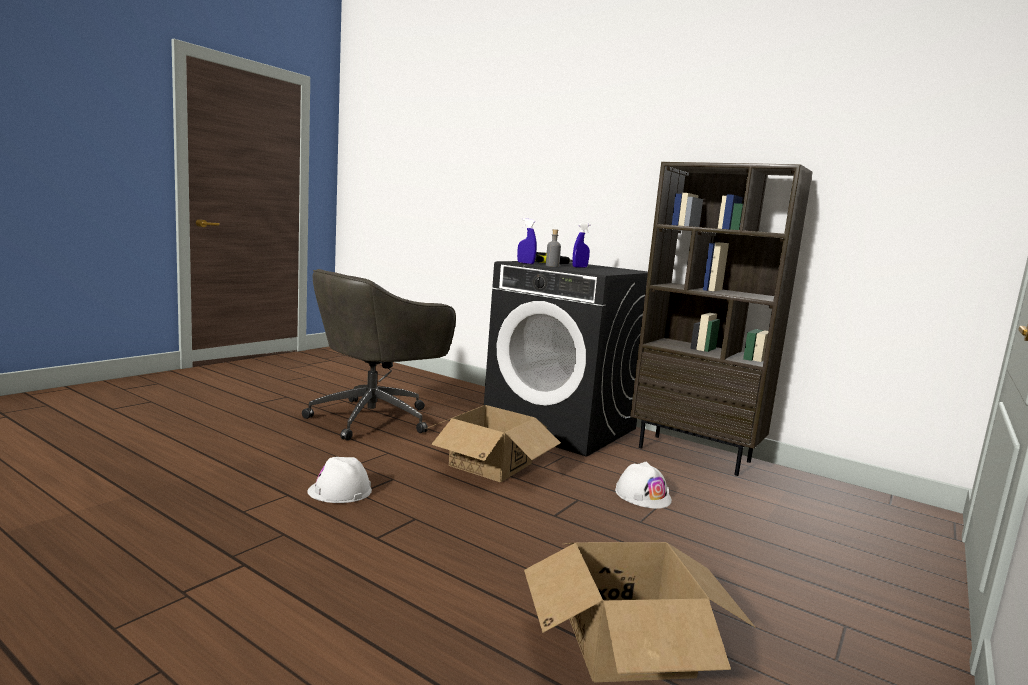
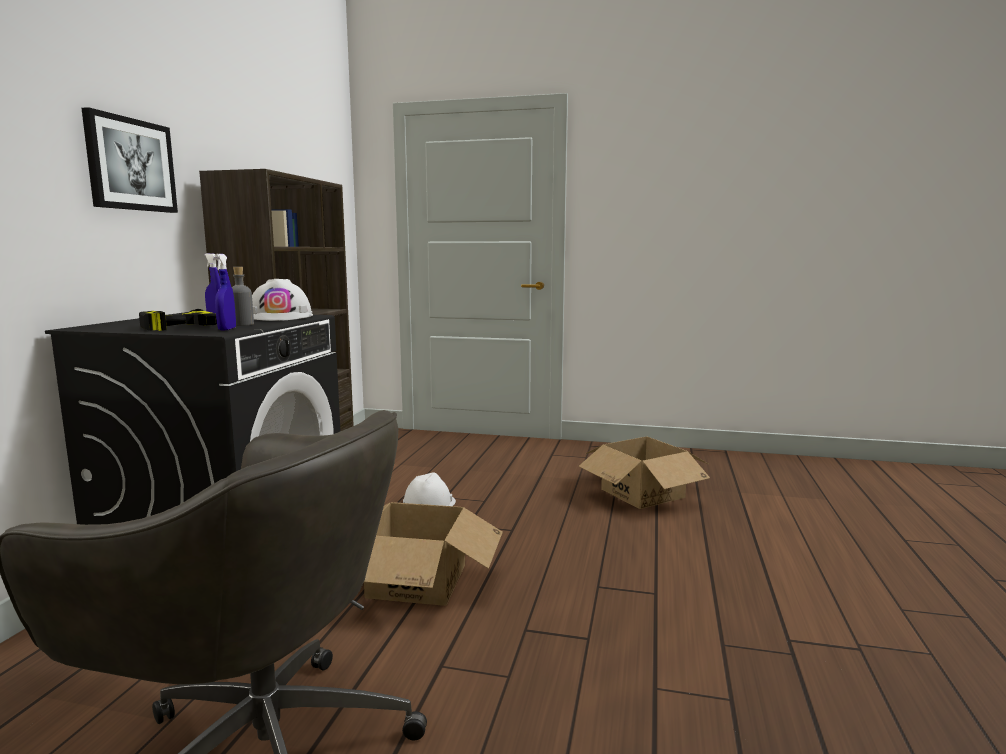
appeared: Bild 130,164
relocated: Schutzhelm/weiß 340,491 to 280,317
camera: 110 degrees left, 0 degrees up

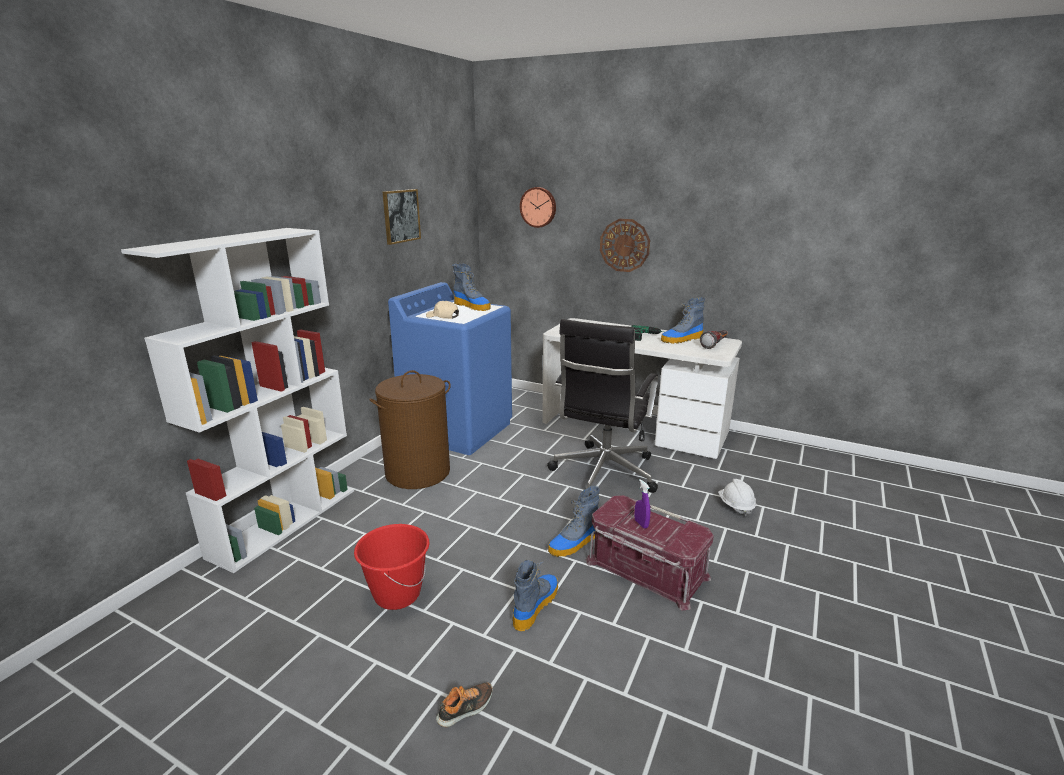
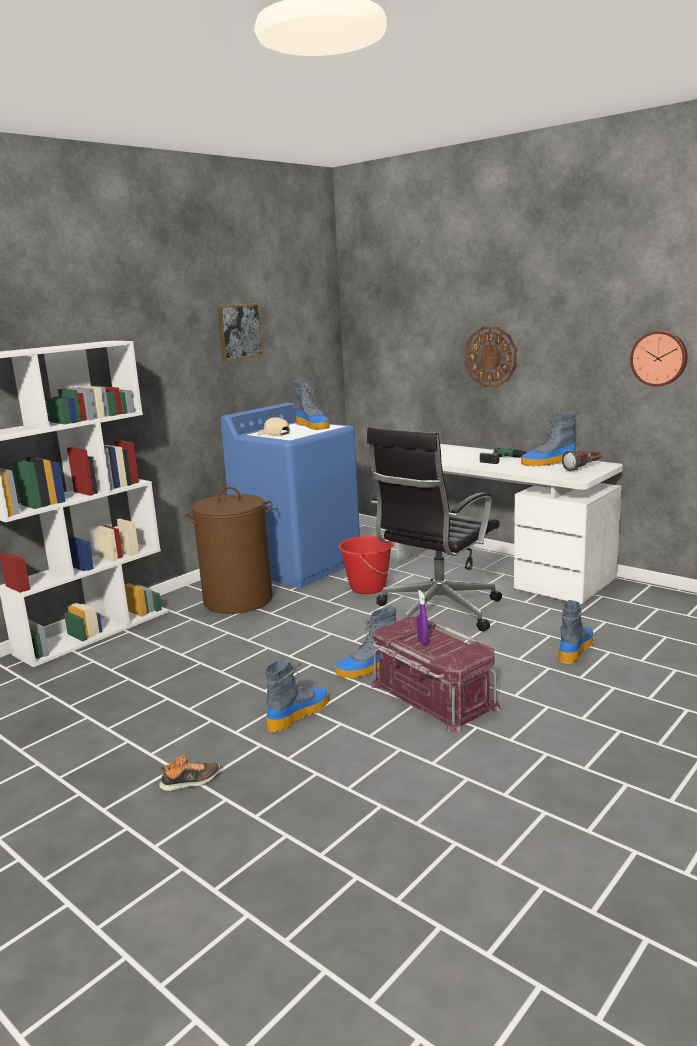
relocated: Eimer/rot 397,594 to 367,588; Wanduhr 538,207 to 659,358
exchanged: Schutzhelm/weiß 735,506 to Stiefel 575,649
camera: 15 degrees right, 5 degrees down

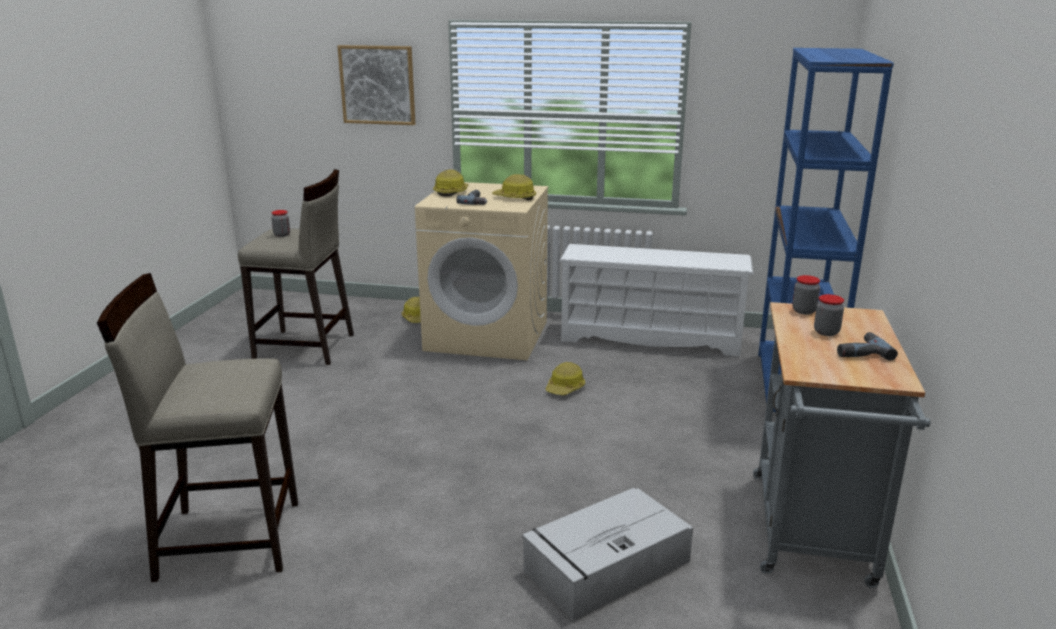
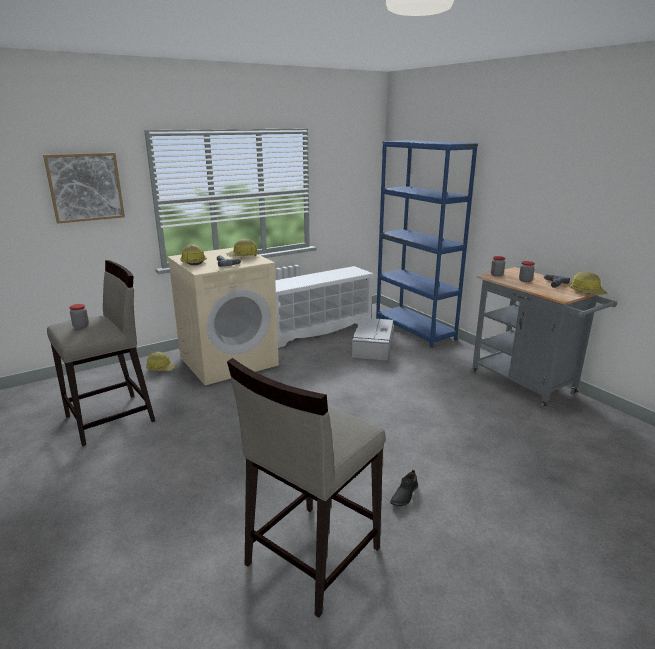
appeared: Schuh/schwarz 404,495
relocated: Aufbewahrungsbox/grau 605,567 to 373,346; Schutzhelm 565,388 to 587,292
camera: 45 degrees left, 0 degrees up

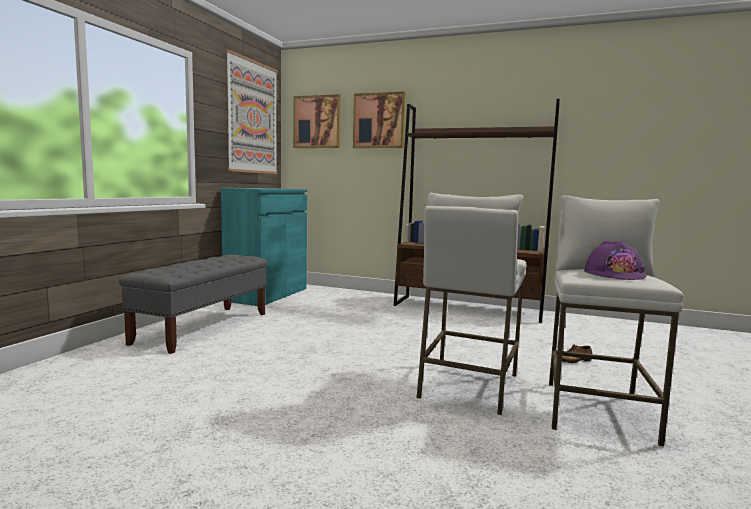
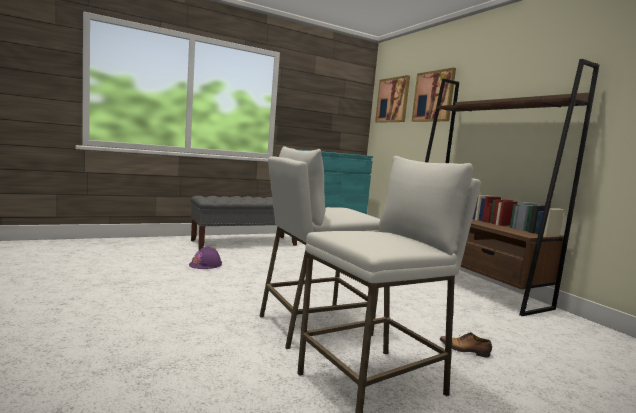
missing: Bild 252,117
relocated: Schutzhelm/lila 614,274 to 205,264
camera: 40 degrees right, 0 degrees up

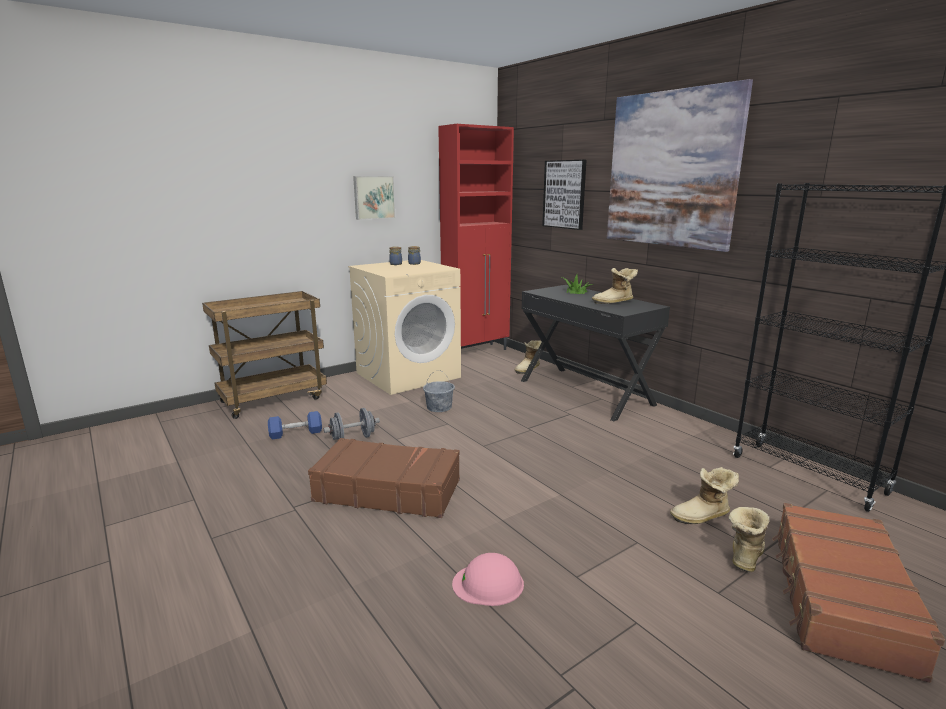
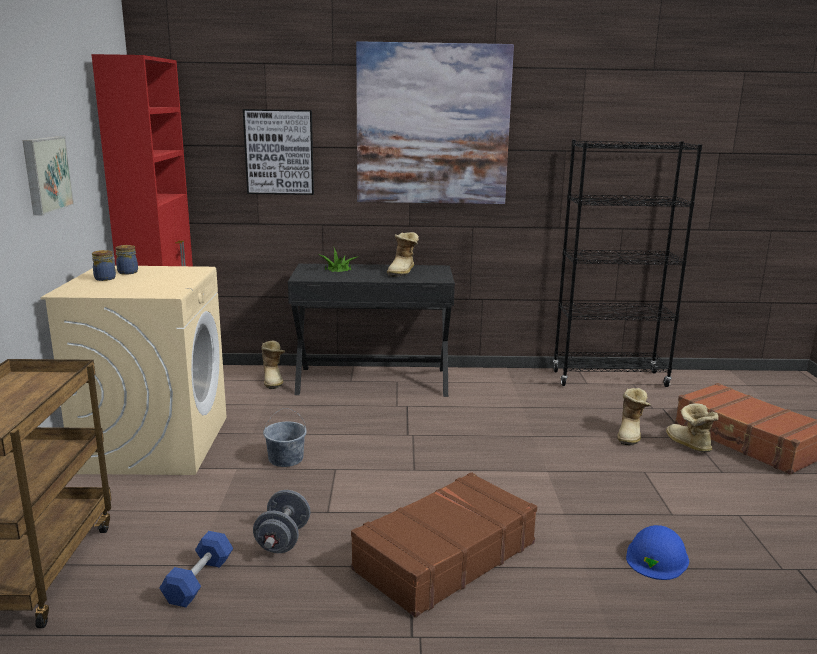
colour: Schutzhelm/rosa 488,584 to Schutzhelm/blau 657,557
camera: 55 degrees left, 0 degrees up

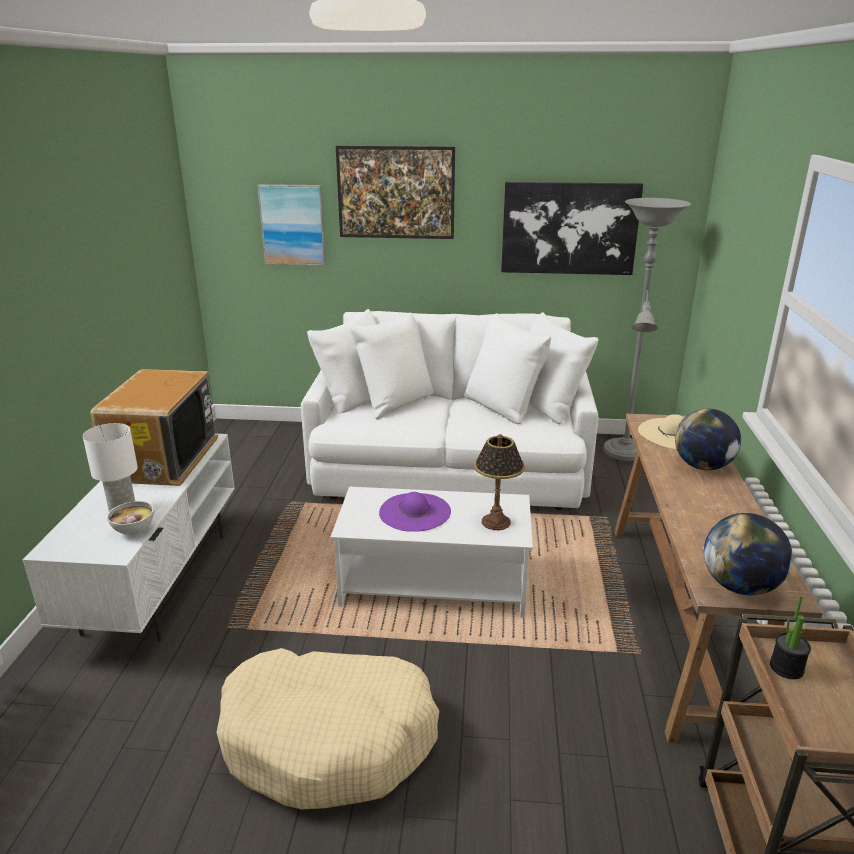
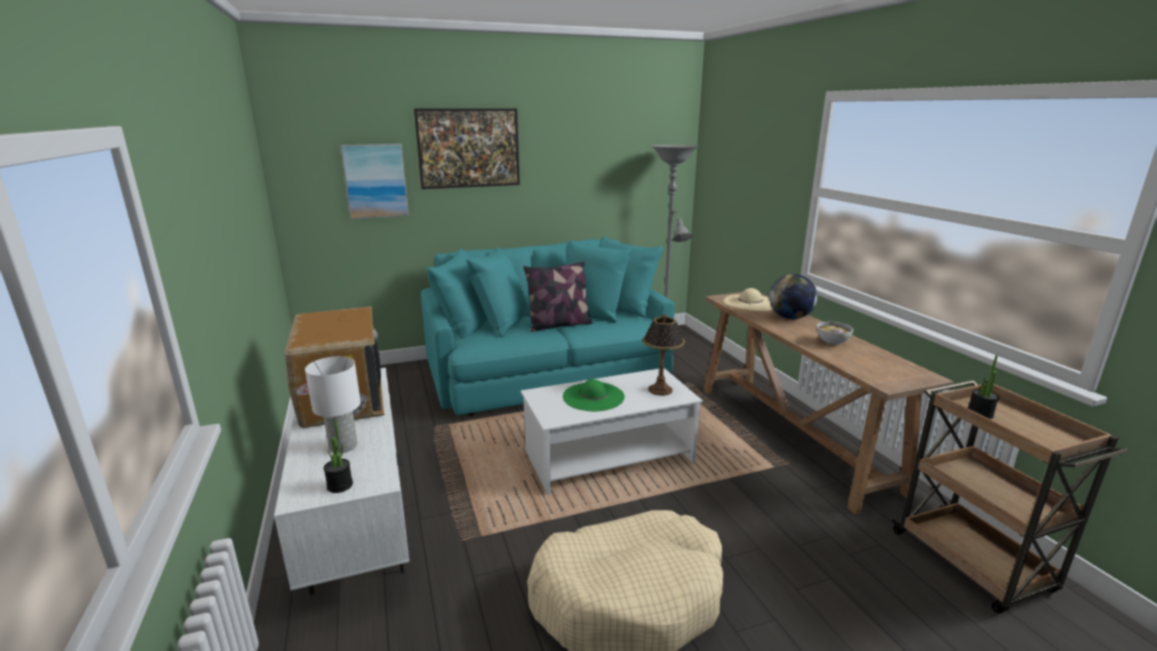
missing: Bild 569,228; Globus 740,586
appeared: Topfpflanze 340,485; Kissen 559,325
relocated: Schüssel 133,530 to 832,342
colour: Sofa/weiß 450,465 to Sofa/türkis 547,371; Hut/lila 415,512 to Hut/grün 593,396
camera: 25 degrees left, 5 degrees down

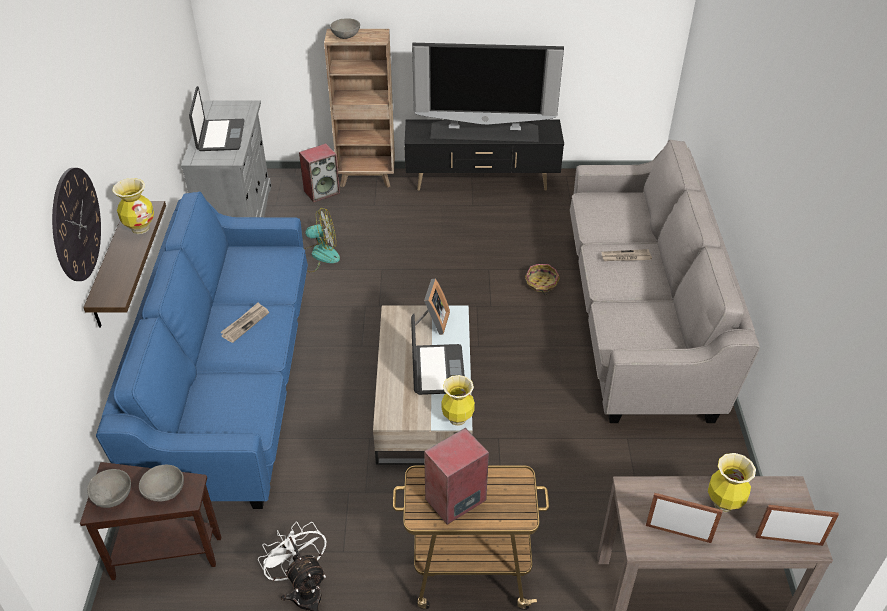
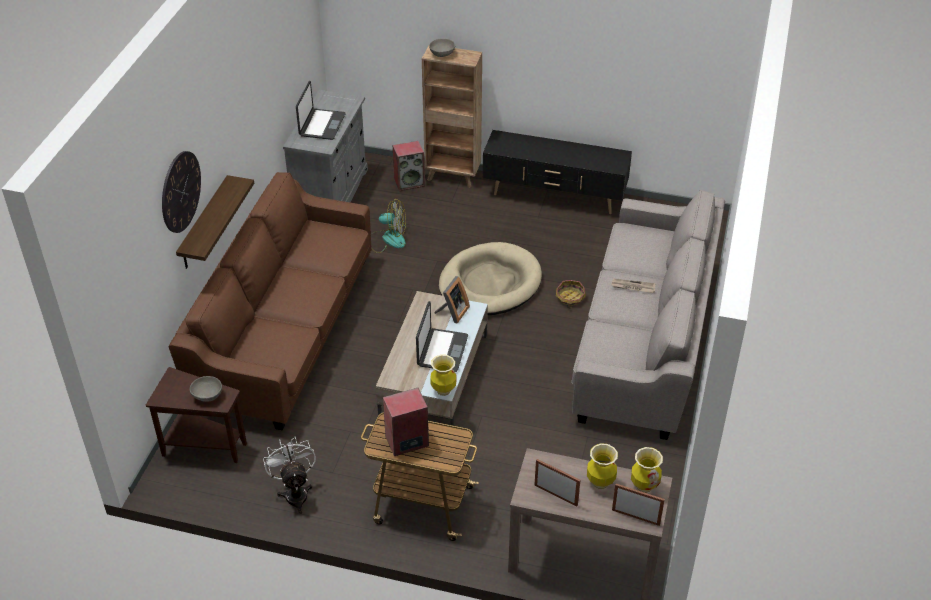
missing: Schüssel/grau 113,497; Zeitung 245,323; Fernseher 484,131
appeared: Hundebett/beige 489,283
relocated: Vase 140,228 to 644,486
colour: Sofa/blau 232,382 to Sofa/braun 287,331
camera: 15 degrees right, 0 degrees up

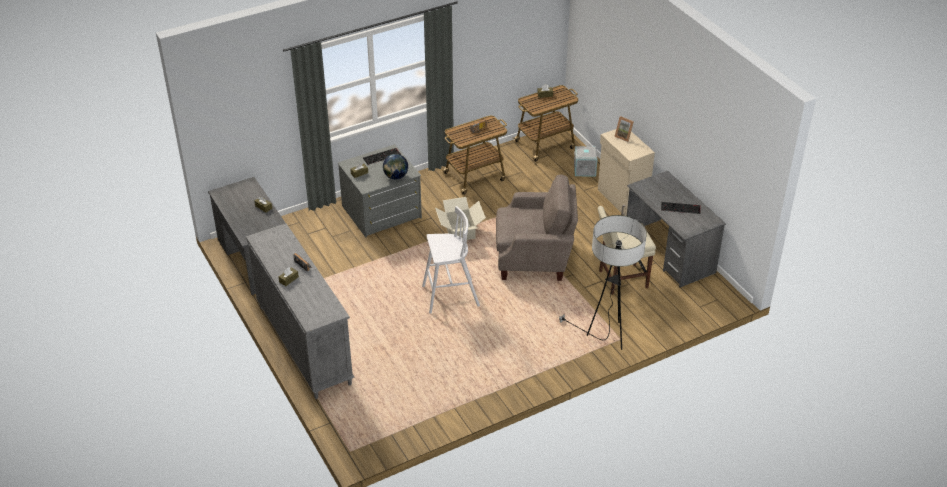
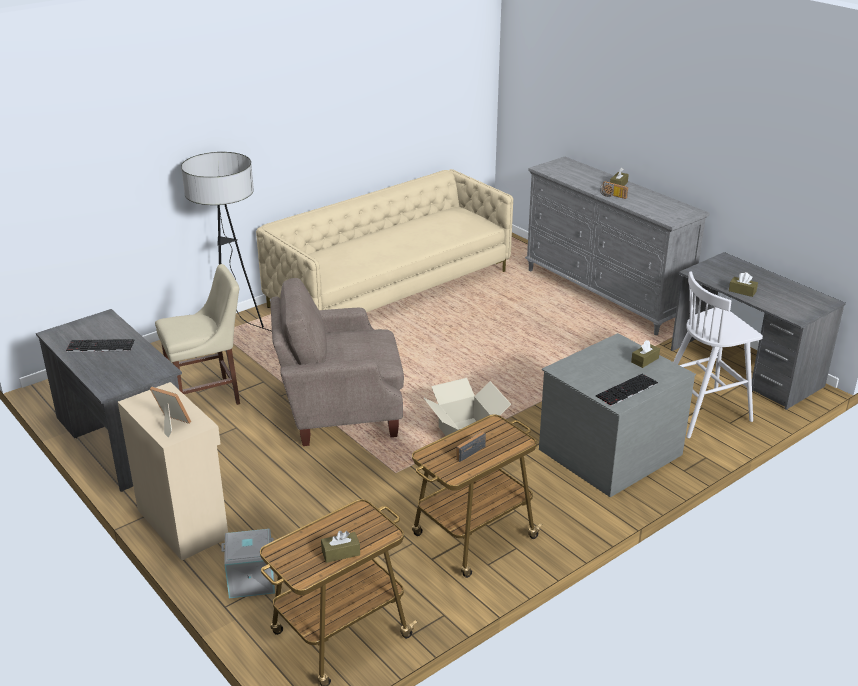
missing: Globus 396,177
appeared: Sofa/beige 390,288
relocated: Hocker/weiß 449,296 to 704,412
camera: 170 degrees right, 10 degrees down

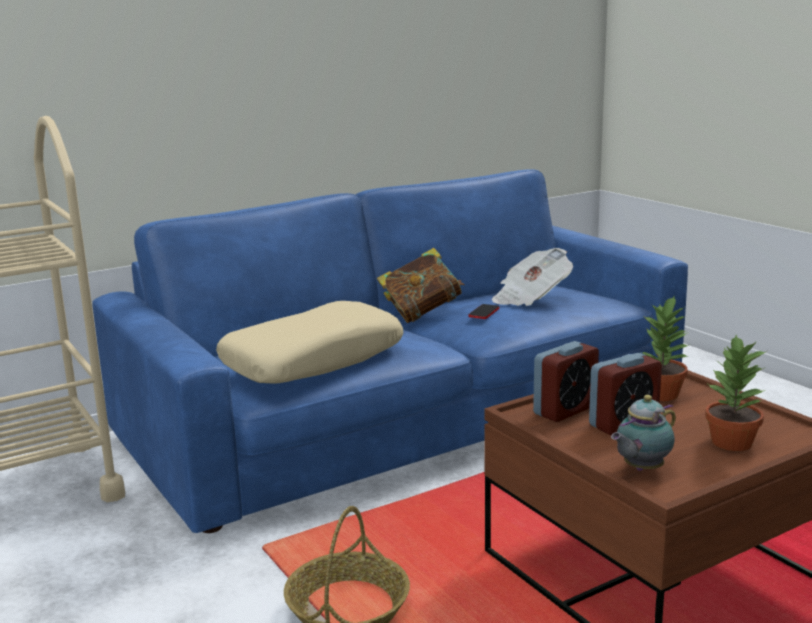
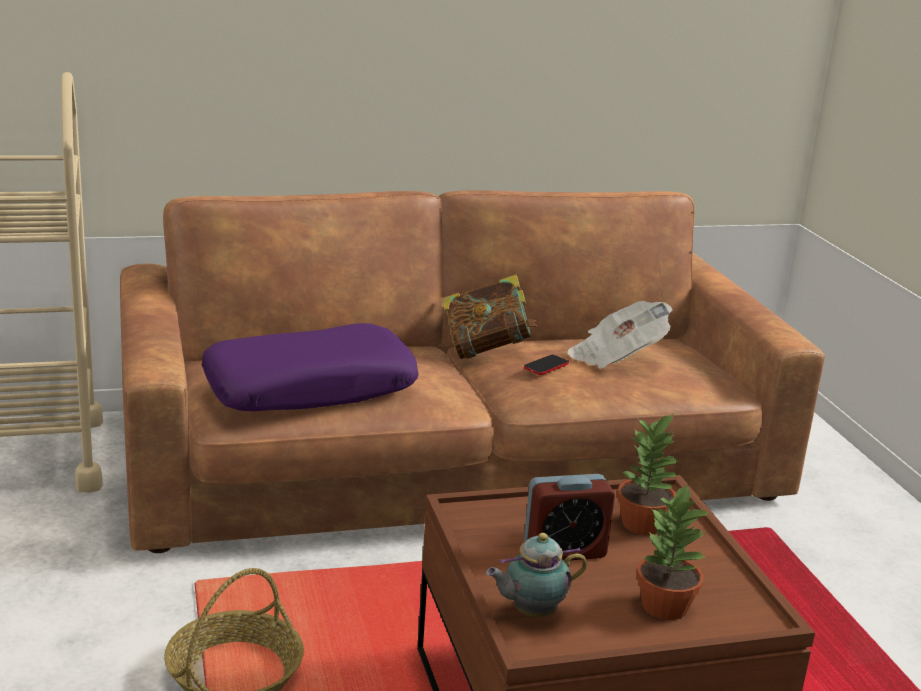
missing: Wecker 565,410
colour: Sofa/blau 408,412 to Sofa/braun 451,460; Kissen/beige 313,360 to Kissen/lila 310,388
camera: 15 degrees right, 5 degrees up

